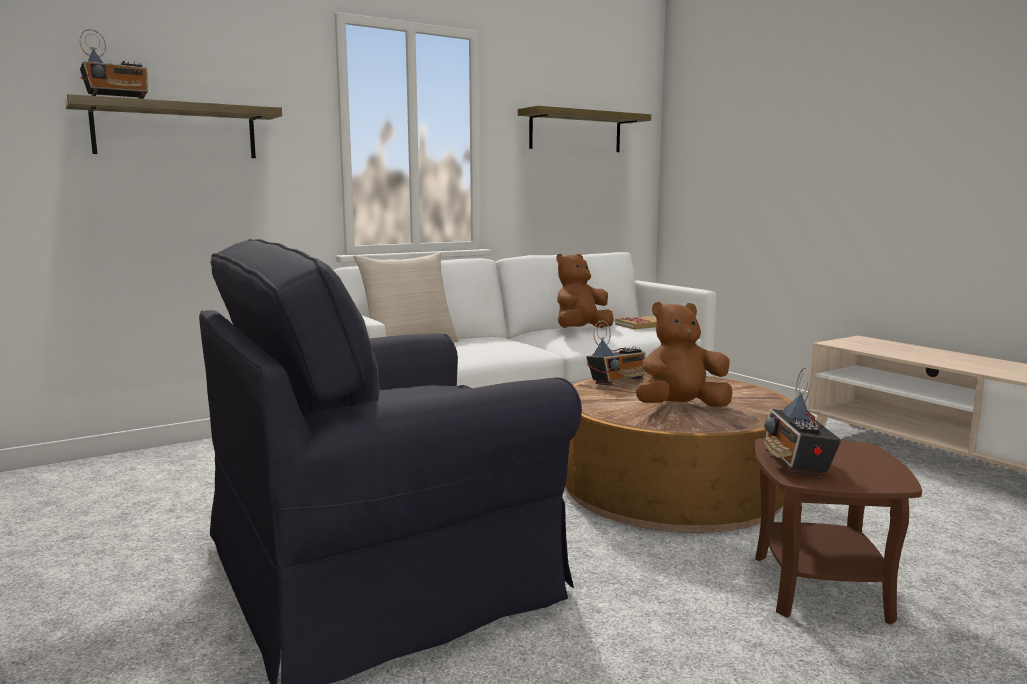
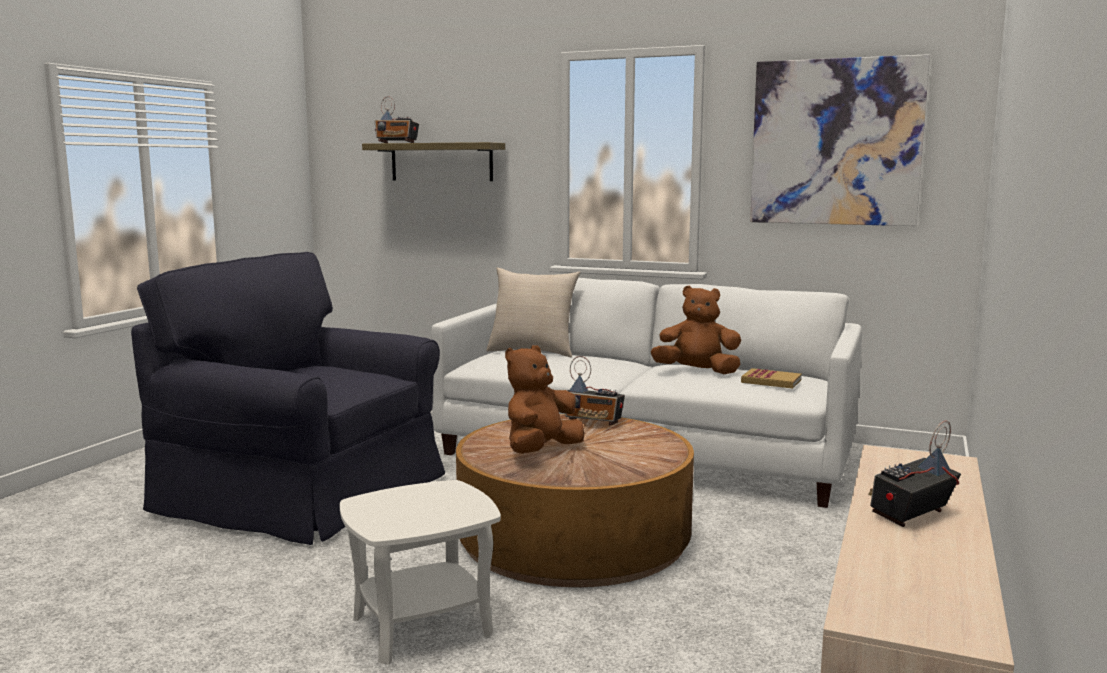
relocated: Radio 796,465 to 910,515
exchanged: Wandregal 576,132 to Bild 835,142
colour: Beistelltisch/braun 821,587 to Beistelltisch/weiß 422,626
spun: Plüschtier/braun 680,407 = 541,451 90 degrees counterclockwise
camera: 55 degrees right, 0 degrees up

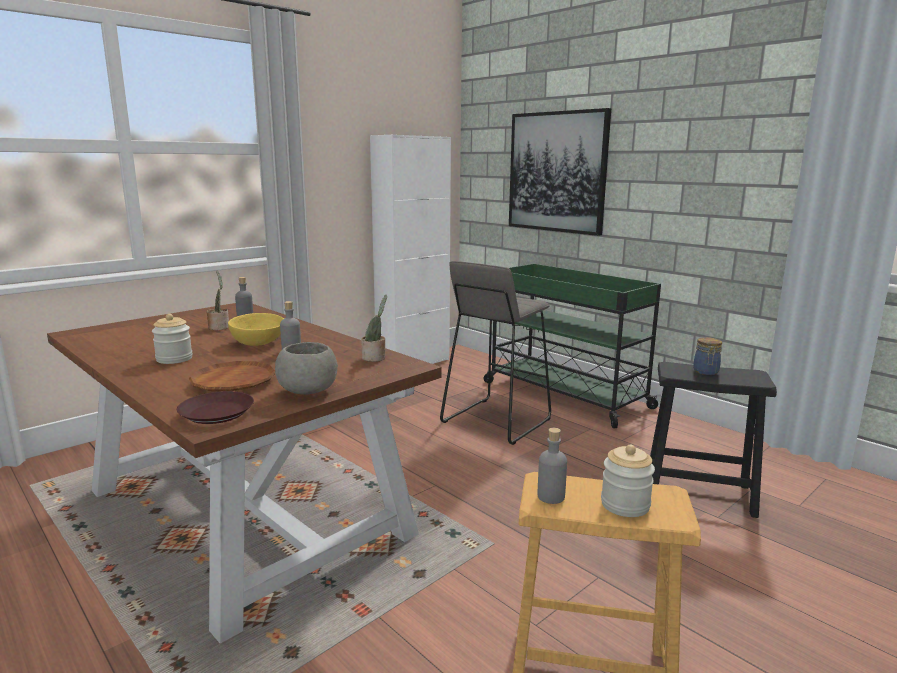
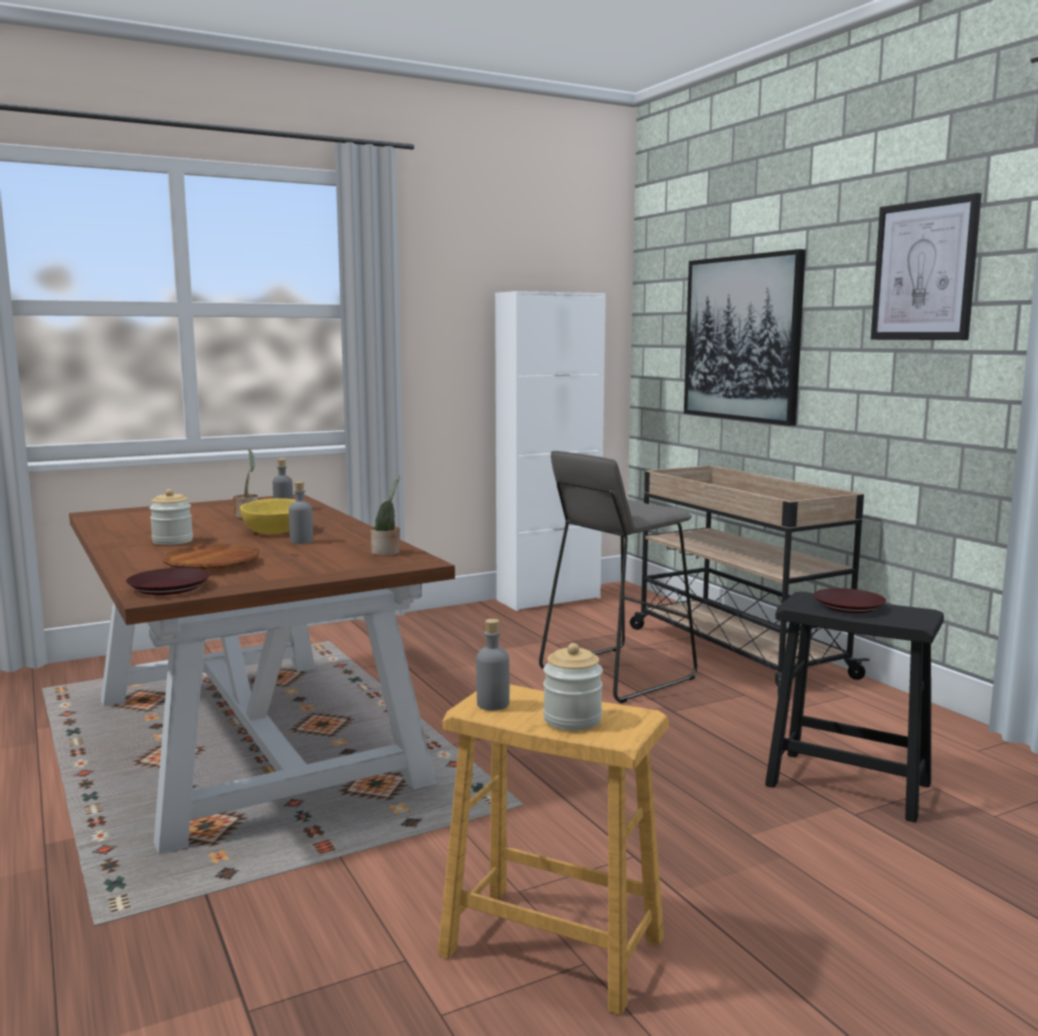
missing: Schüssel/grau 307,391
appeared: Bild 924,271
exchanged: Vorratsglas 706,372 to Teller/braun 849,606
colour: Rollwagen/grün 563,394 to Rollwagen/beige 735,651
camera: 15 degrees right, 5 degrees down

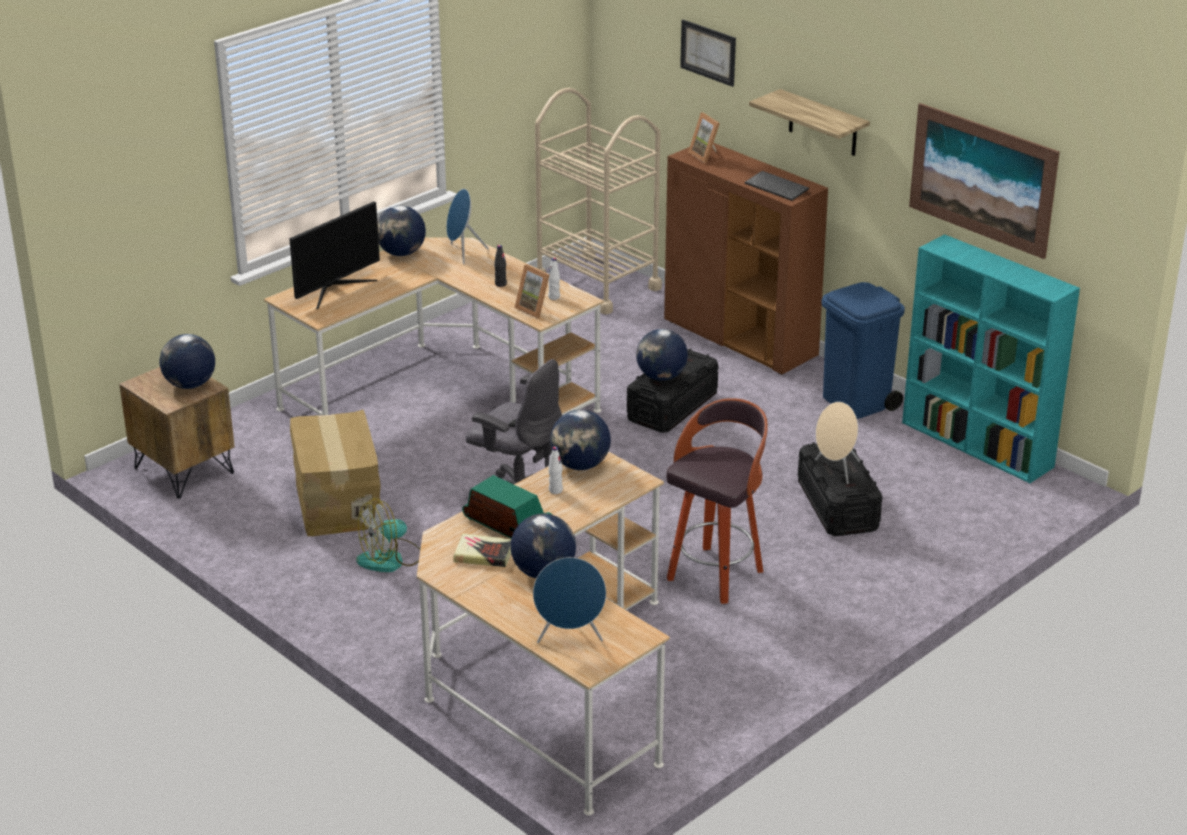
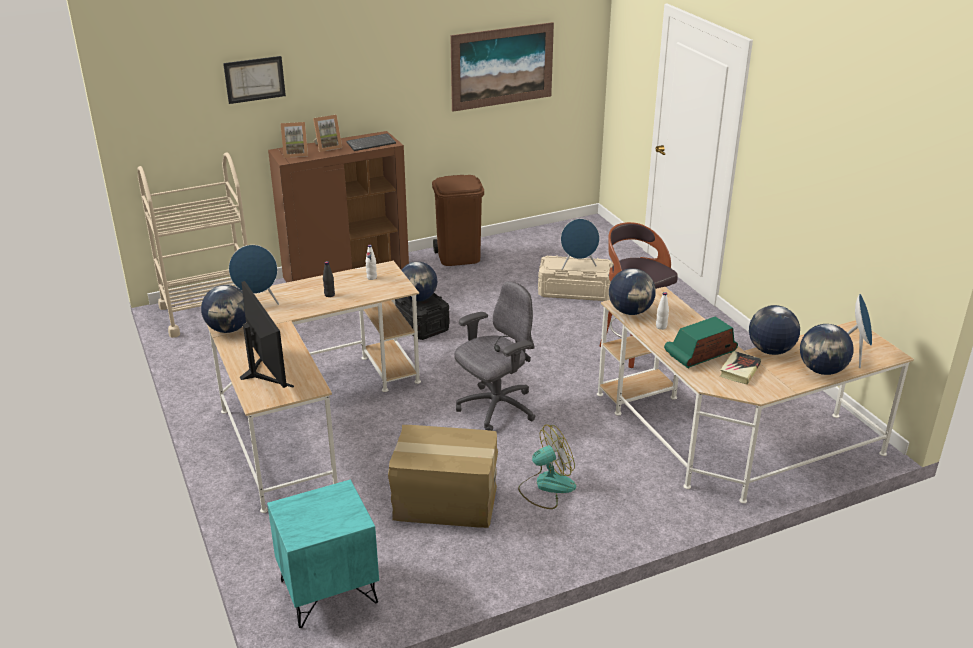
missing: Wandregal 823,123; Bücherregal/türkis 978,445
relocated: Globus 190,385 to 822,370; Bilderrahmen 535,309 to 328,147
colour: Nachttisch/braun 183,471 to Nachttisch/türkis 329,592; Aufbewahrungsbox/schwarz 837,506 to Aufbewahrungsbox/beige 575,291; Lautsprecher/beige 836,470 to Lautsprecher/blau 578,266; Mülleimer/blau 857,402 to Mülleimer/braun 459,257
spun: Ventilator 390,559 = 546,486 105 degrees counterclockwise
camera: 70 degrees left, 0 degrees up

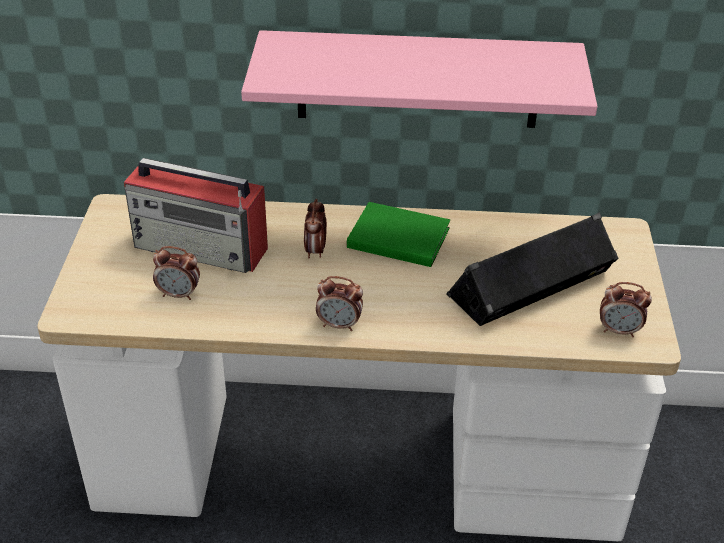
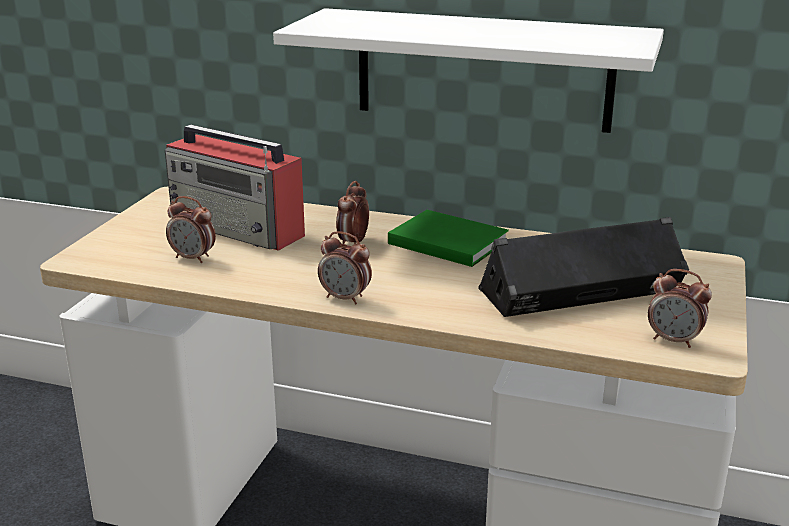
colour: Wandregal/rosa 418,79 to Wandregal/weiß 483,70
camera: 15 degrees right, 15 degrees down

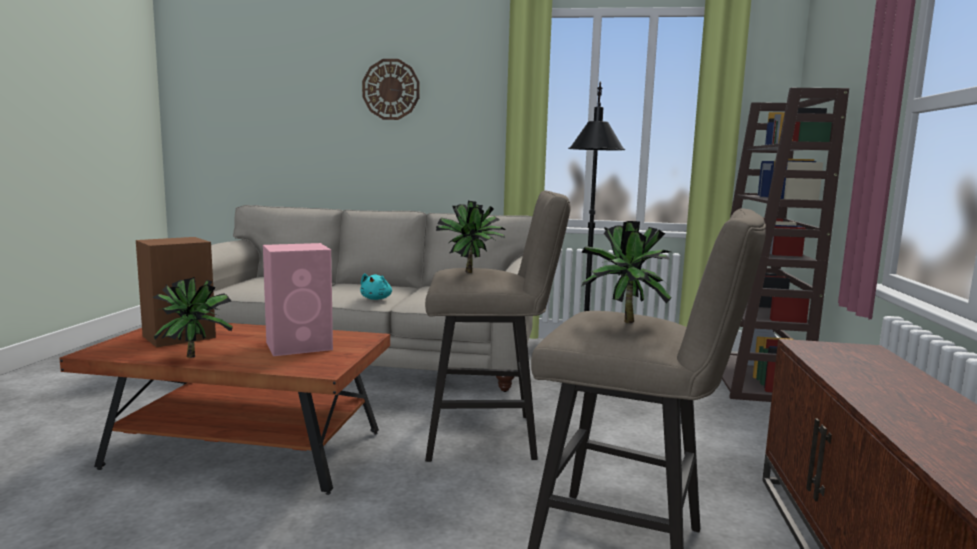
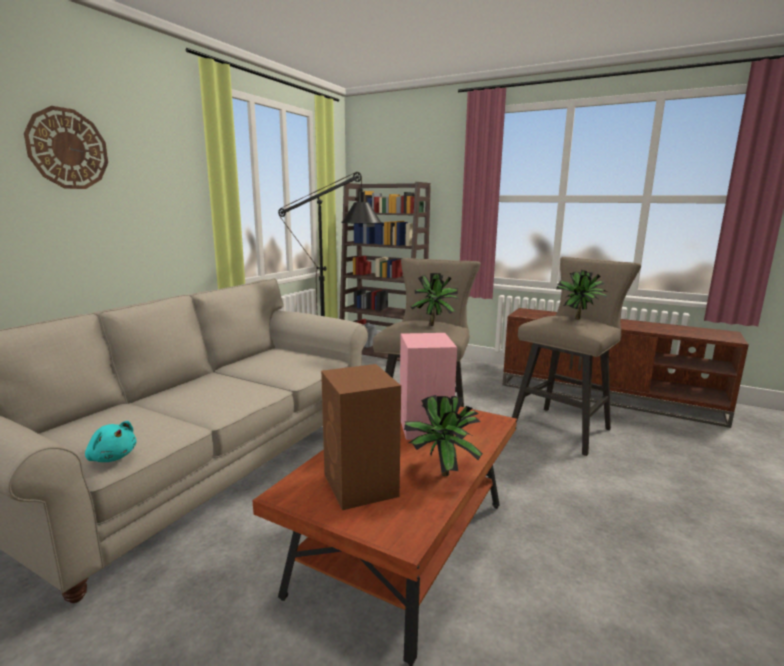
relocated: Plüschtier/türkis 376,299 to 112,457
camera: 70 degrees left, 5 degrees up

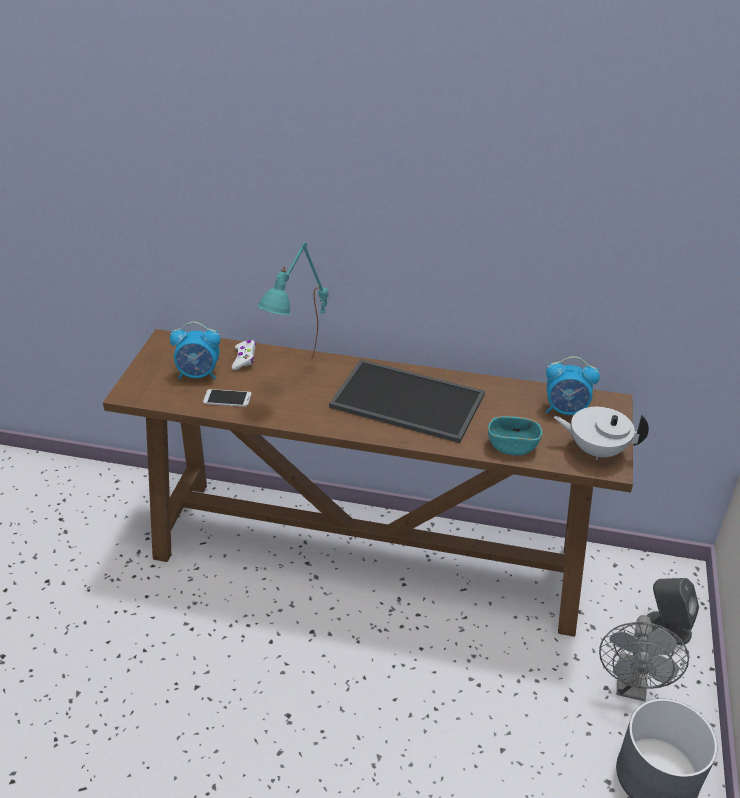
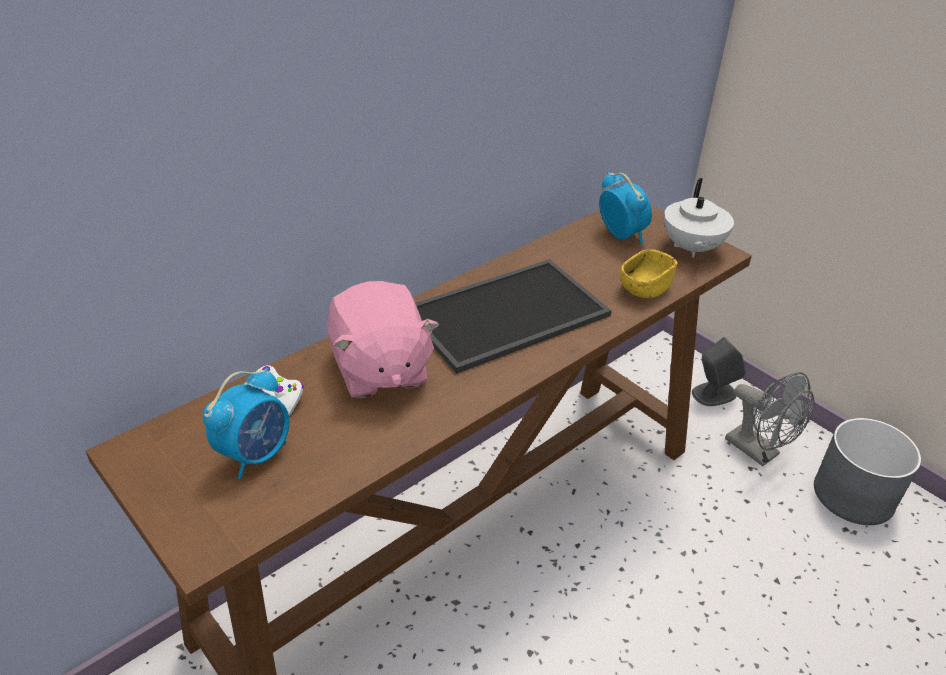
missing: Handy 227,398
exchanged: Tischlampe/türkis 301,380 to Plüschtier/rosa 379,370
colour: Schüssel/türkis 512,446 to Schüssel/gelb 644,288
spun: Wecker 566,411 = 621,235 75 degrees counterclockwise; Teekanne/weiß 596,450 = 691,248 45 degrees counterclockwise
camera: 55 degrees left, 0 degrees up

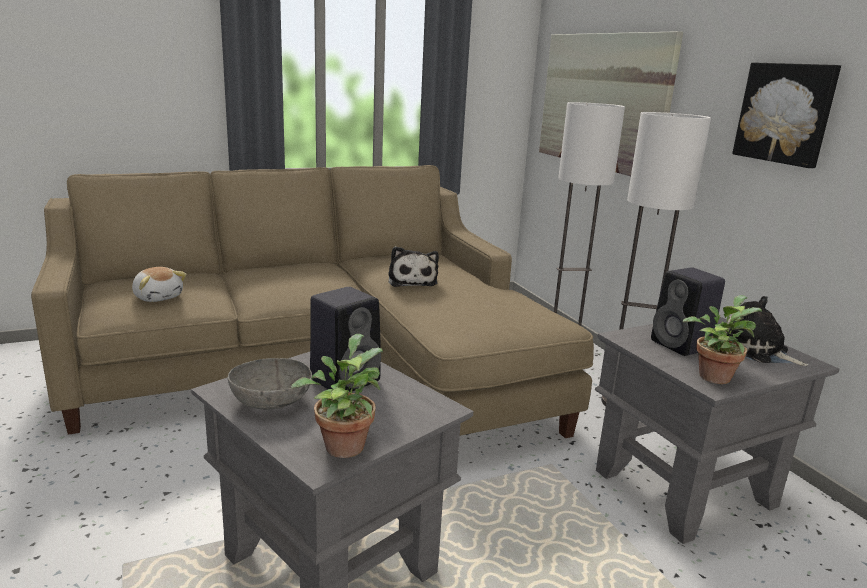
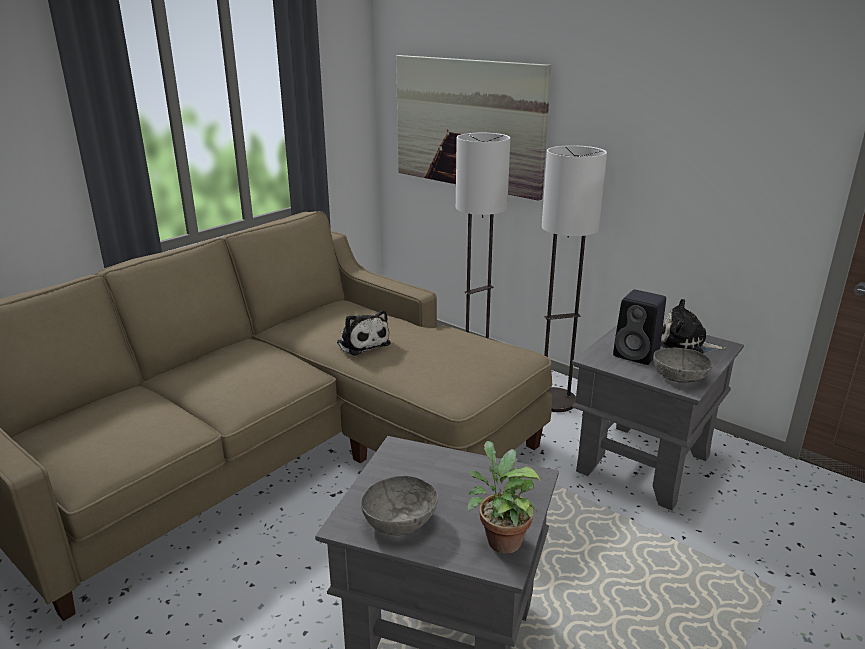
missing: Plüschtier 158,297; Lautsprecher/schwarz 346,379; Bild 785,113
exchanged: Topfpflanze 714,375 to Schüssel/grau 679,377
camera: 25 degrees left, 5 degrees up

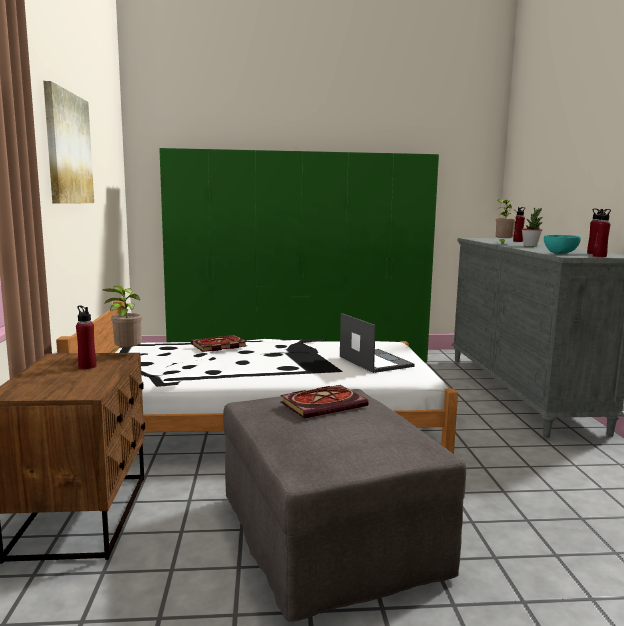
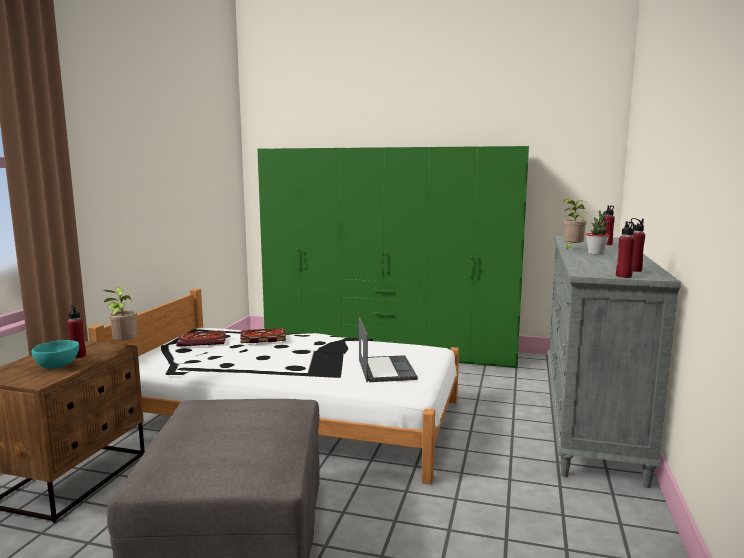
missing: Bild 68,148
relocated: Buch 324,404 to 203,341; Schüssel/türkis 559,253 to 57,366
camera: 20 degrees right, 0 degrees up

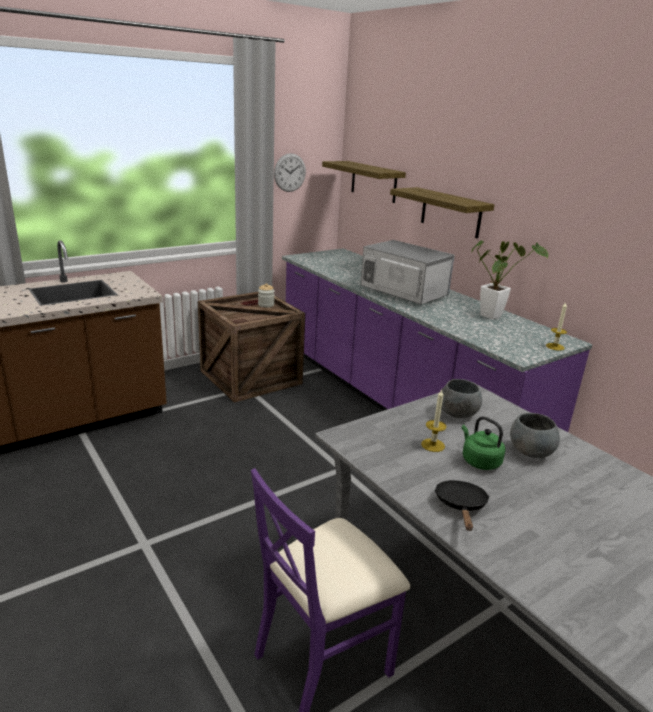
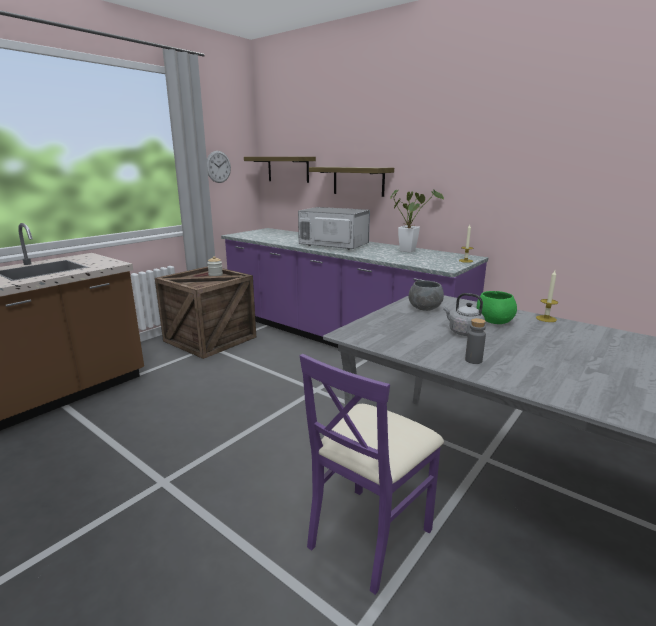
relocated: Kerze 433,445 to 546,319
exchanged: Pfanne/schwarz 461,506 to Flasche/grau 473,360
colour: Wasserkessel/grün 479,461 to Wasserkessel/grau 463,332; Schüssel/grau 531,452 to Schüssel/grün 494,321
camera: 15 degrees left, 5 degrees down

